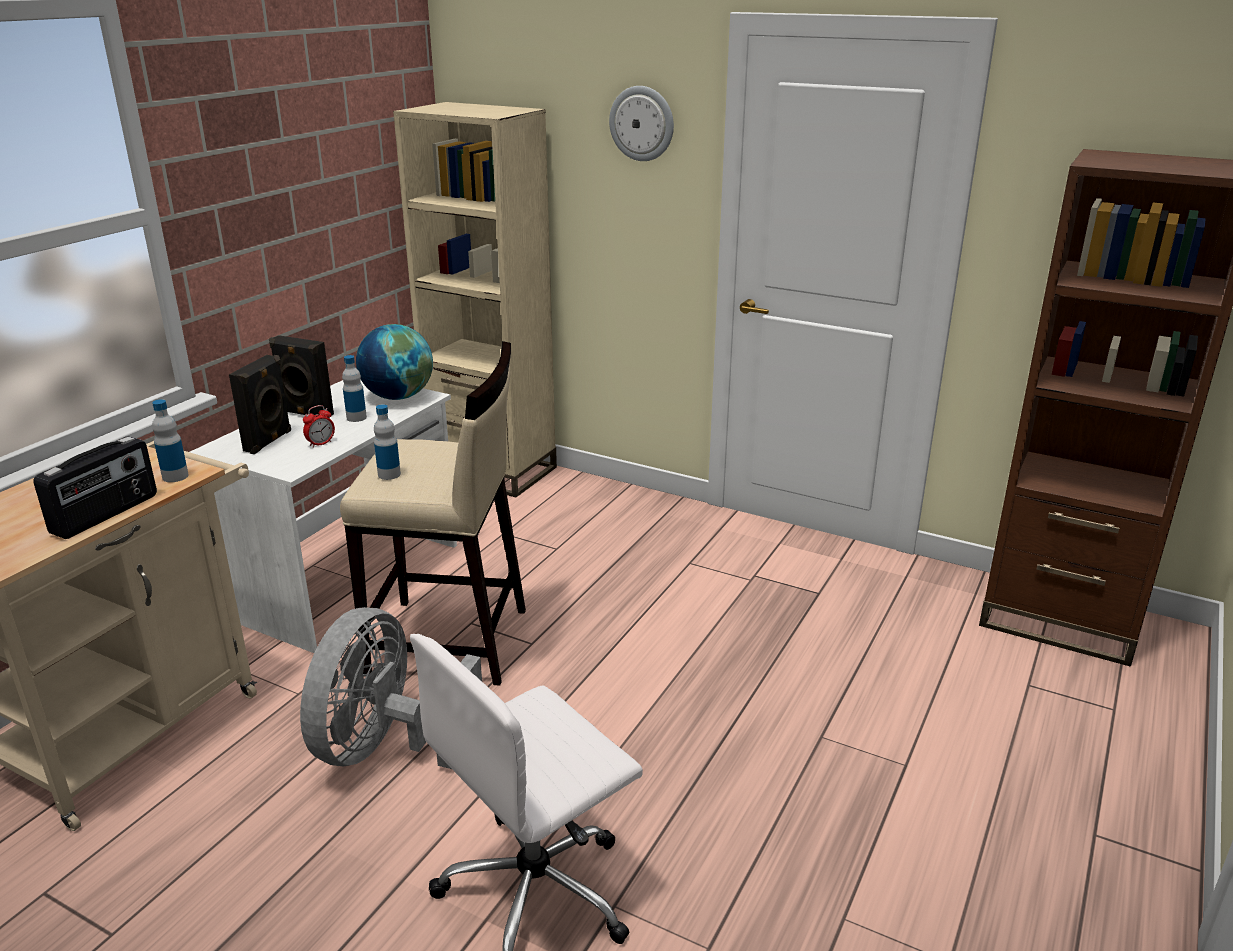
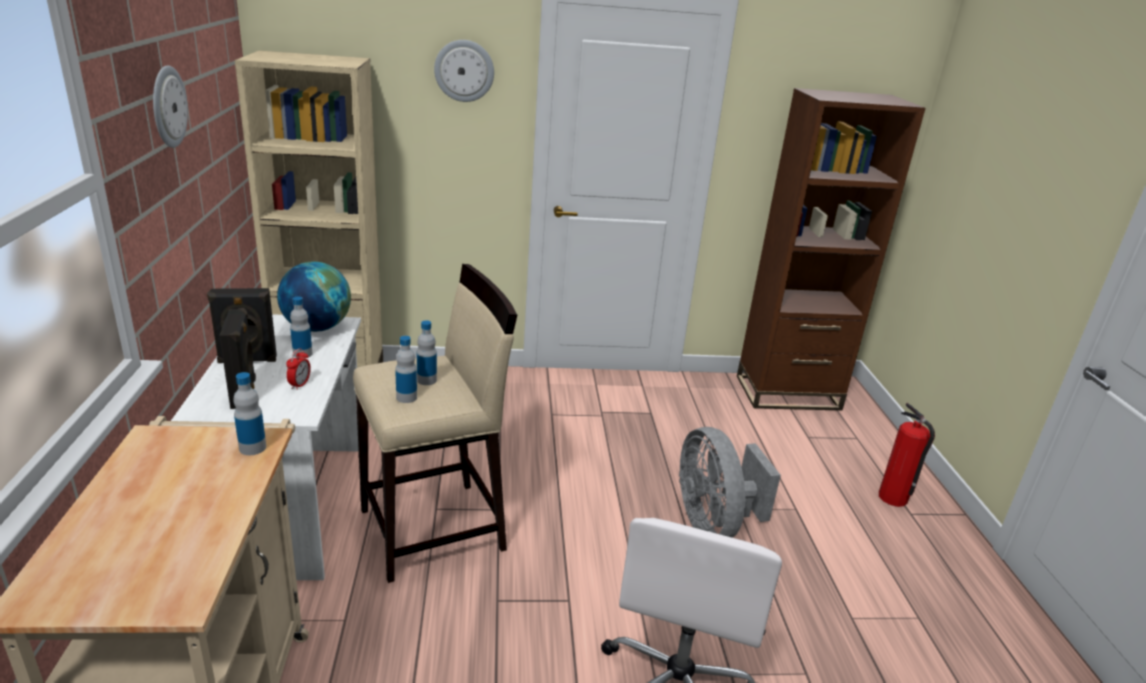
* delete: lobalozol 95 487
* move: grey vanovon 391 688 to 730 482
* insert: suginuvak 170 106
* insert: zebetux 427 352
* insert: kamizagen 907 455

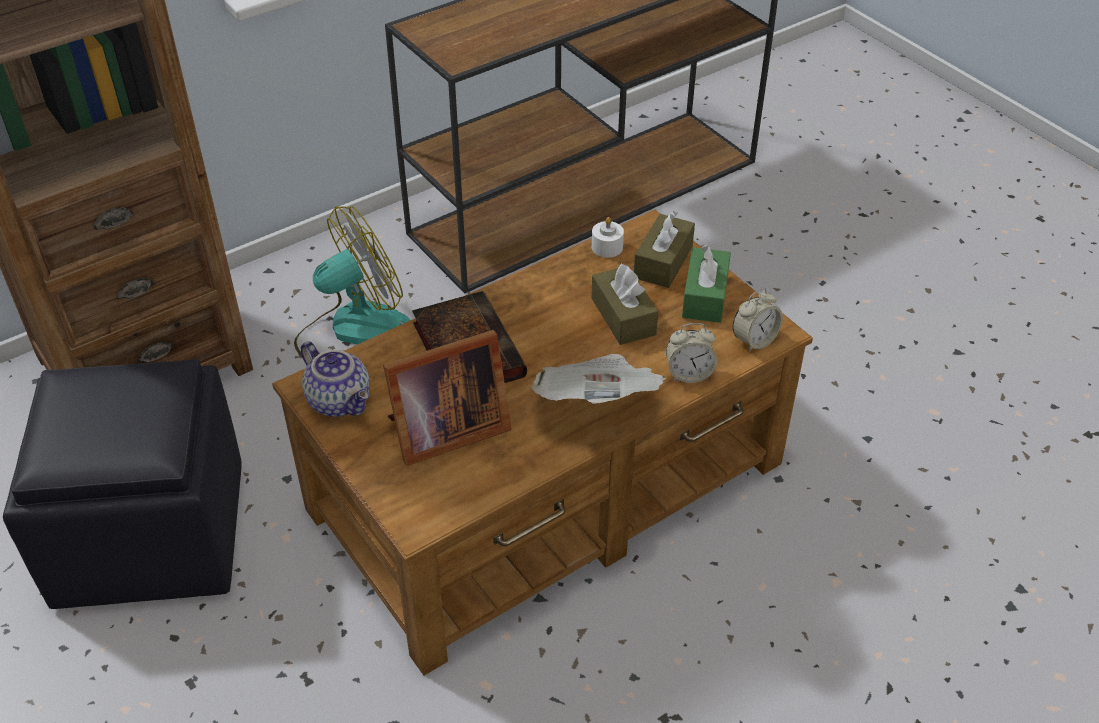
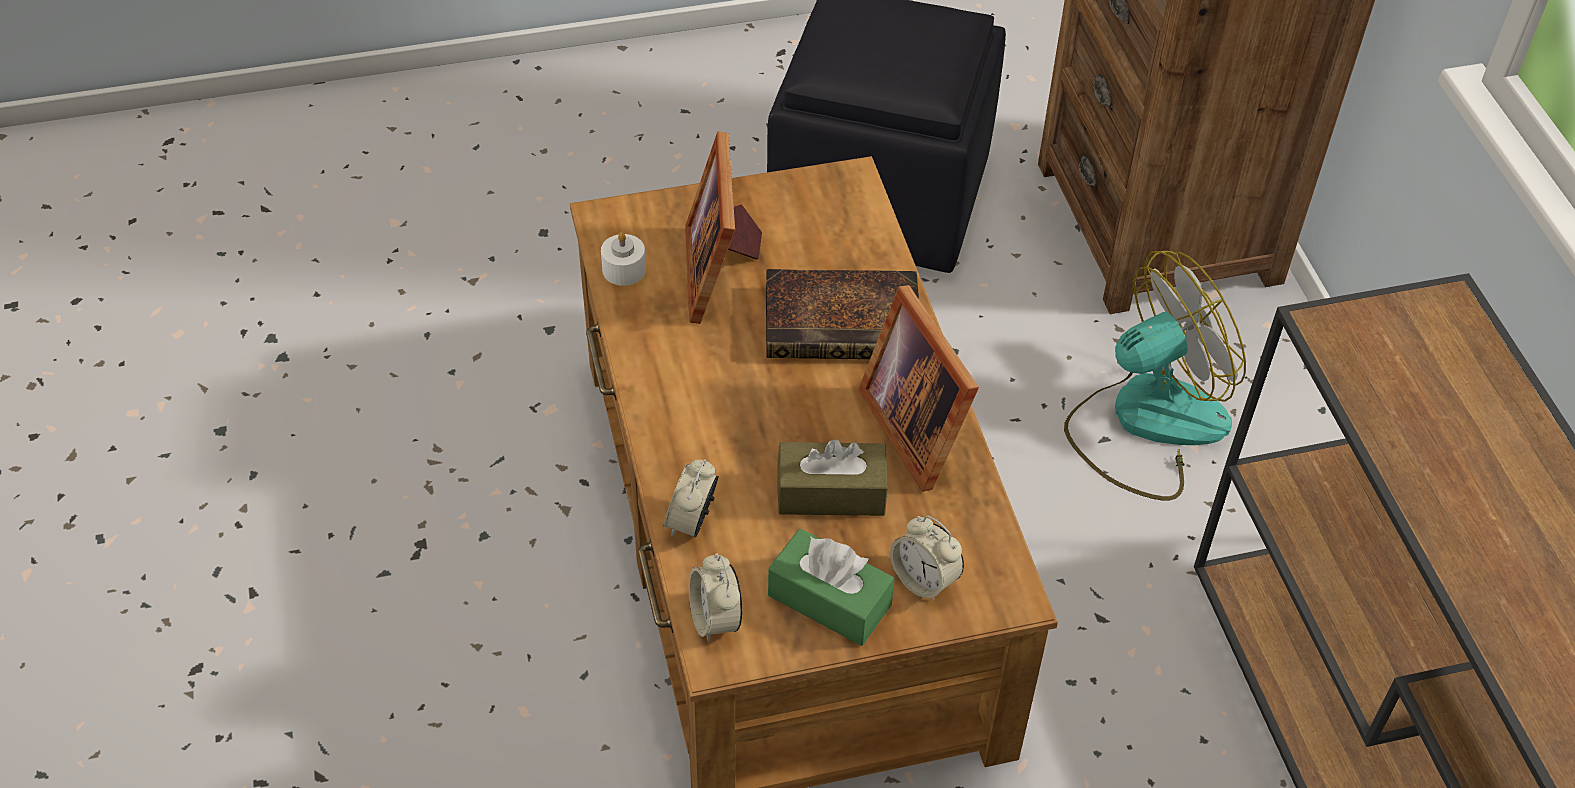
* rotate: vanovon 352 282 = 1155 376 105 degrees counterclockwise
* replace: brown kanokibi 664 249 to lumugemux 927 558
* move: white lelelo 608 237 to 623 259
* delete: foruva 335 379
* delete: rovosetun 599 379
* insert: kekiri 918 388

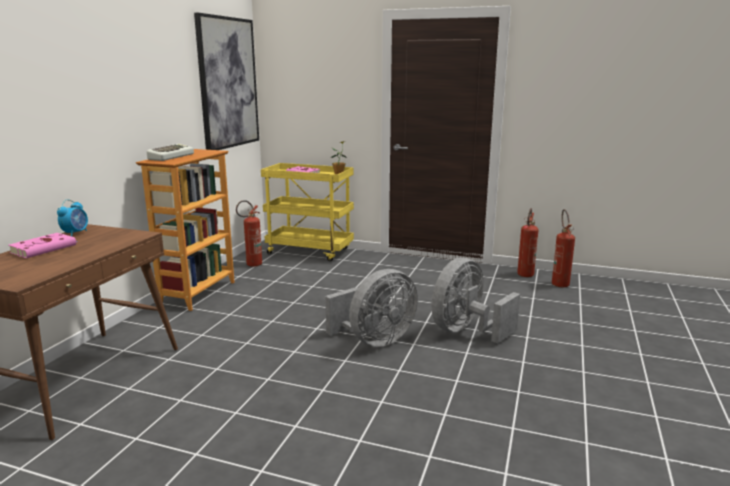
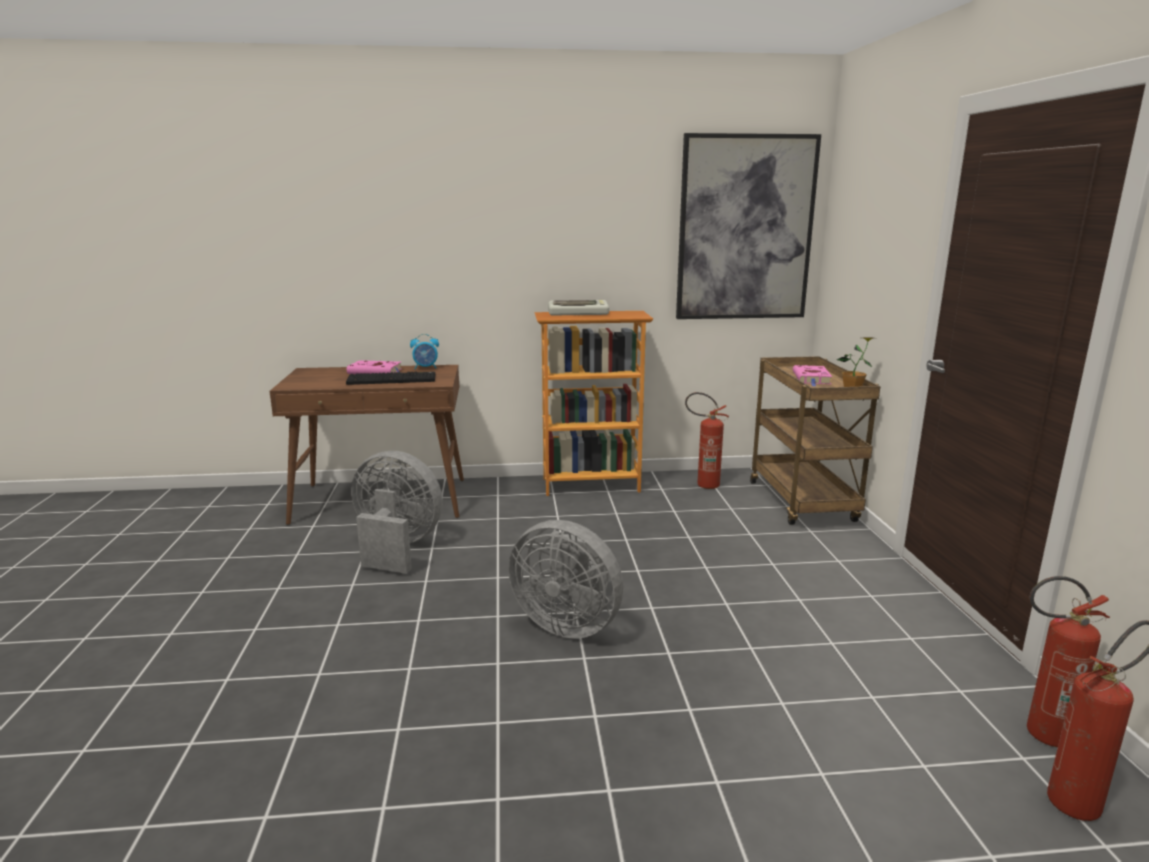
* recolor: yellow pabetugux 307 212 to brown pabetugux 815 440
* move: grey vanovon 475 300 to 397 512
* insert: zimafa 390 378

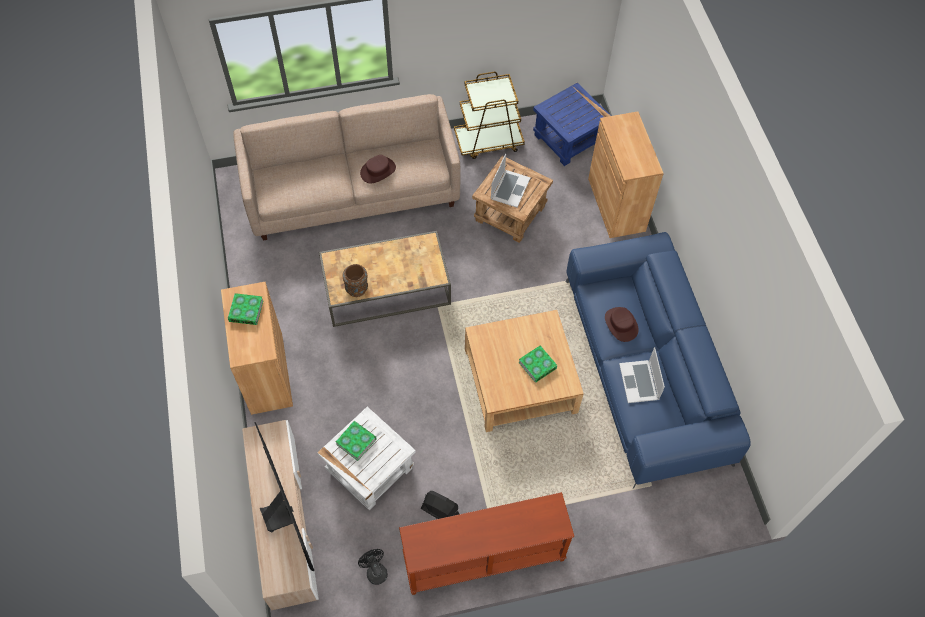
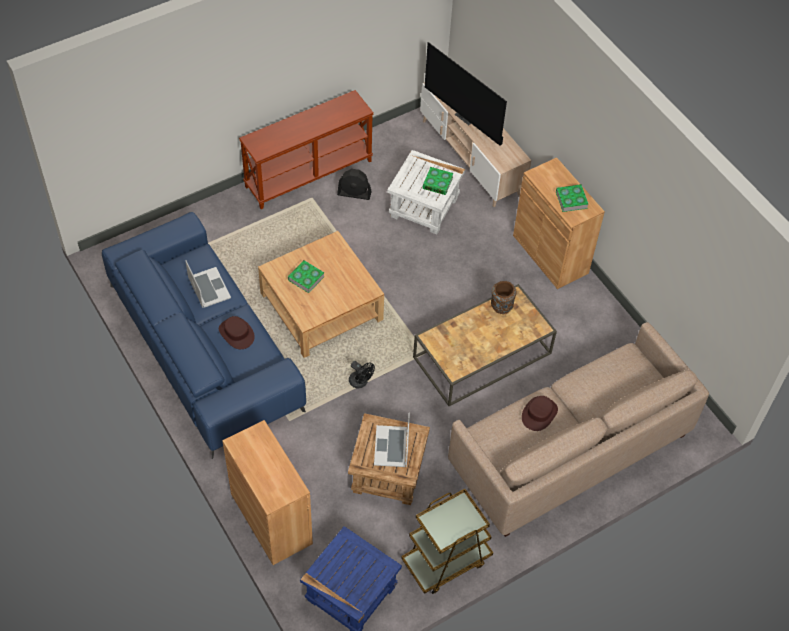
* move: black vanovon 373 567 to 362 375

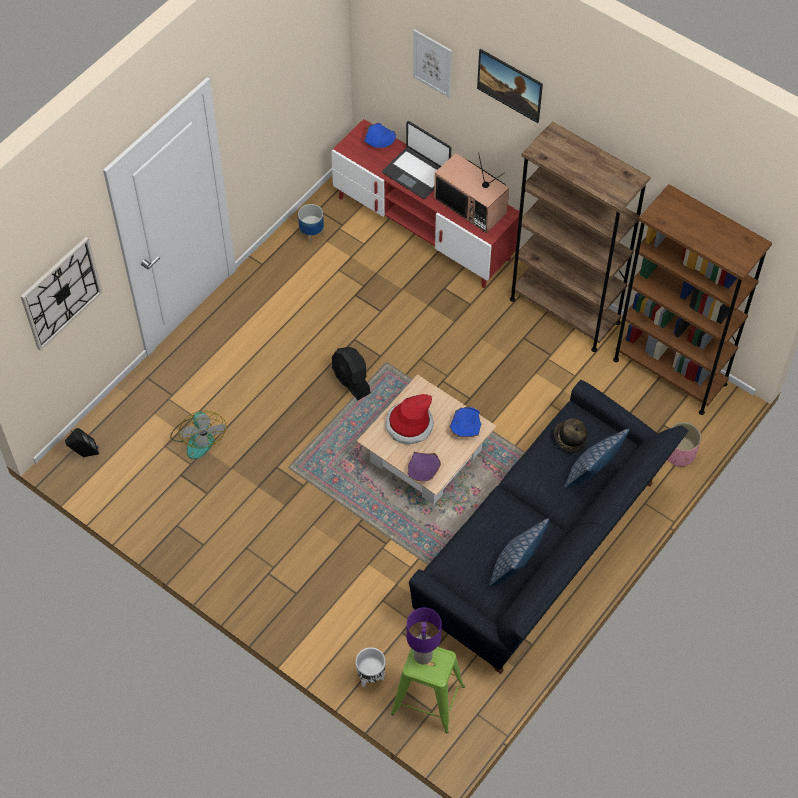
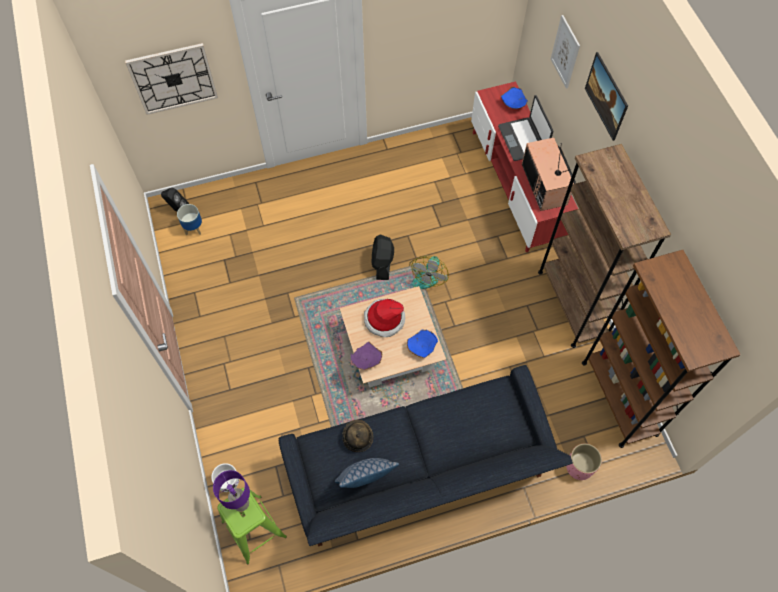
* move: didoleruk 311 224 to 189 219
* move: vanovon 198 435 to 429 272
* move: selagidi 571 435 to 357 435
* delete: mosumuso 597 458

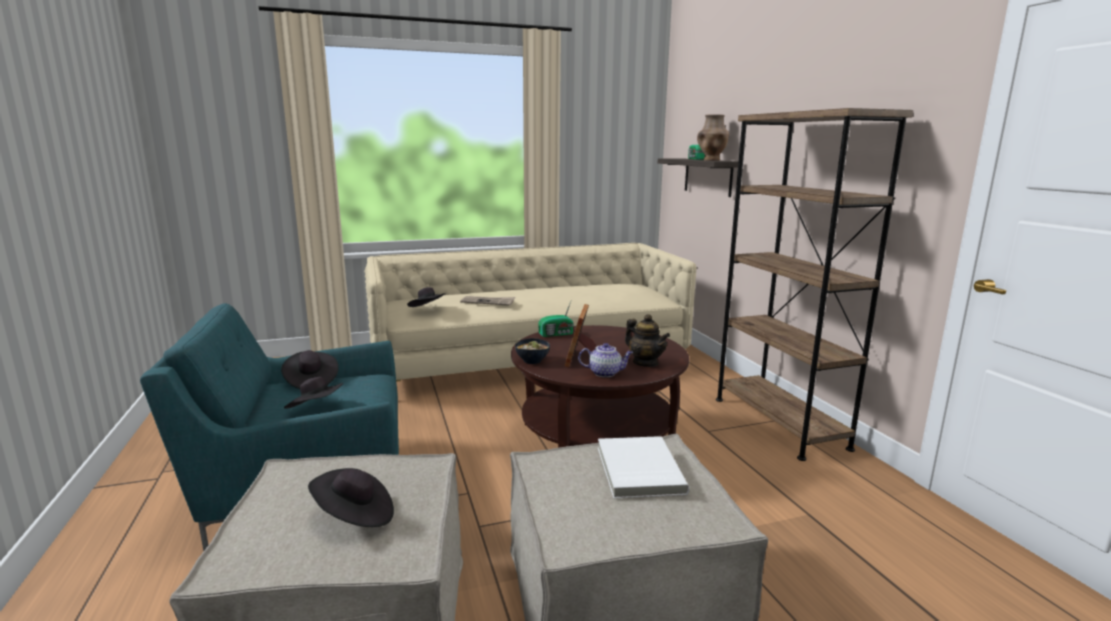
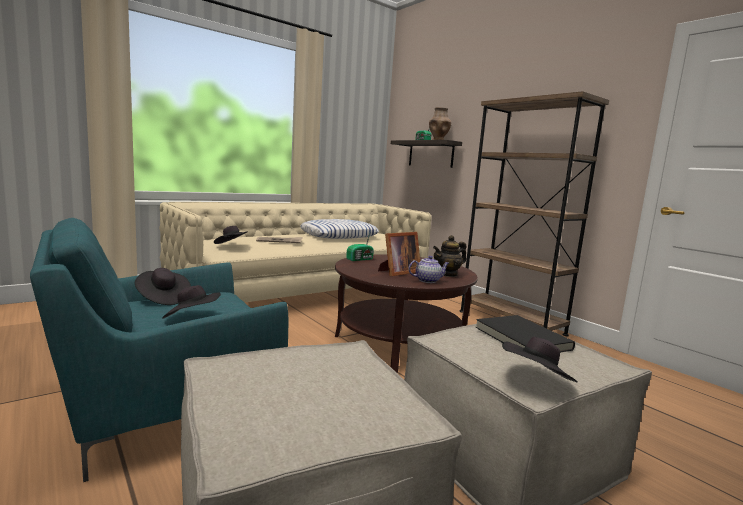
* rotate: kekiri 580 335 = 399 254 120 degrees counterclockwise
* rotate: foruva 647 340 = 449 256 120 degrees clockwise
* delete: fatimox 532 351
* recolor: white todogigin 643 467 to black todogigin 525 333
* move: black selagidi 351 497 to 540 360
* insert: mosumuso 339 229

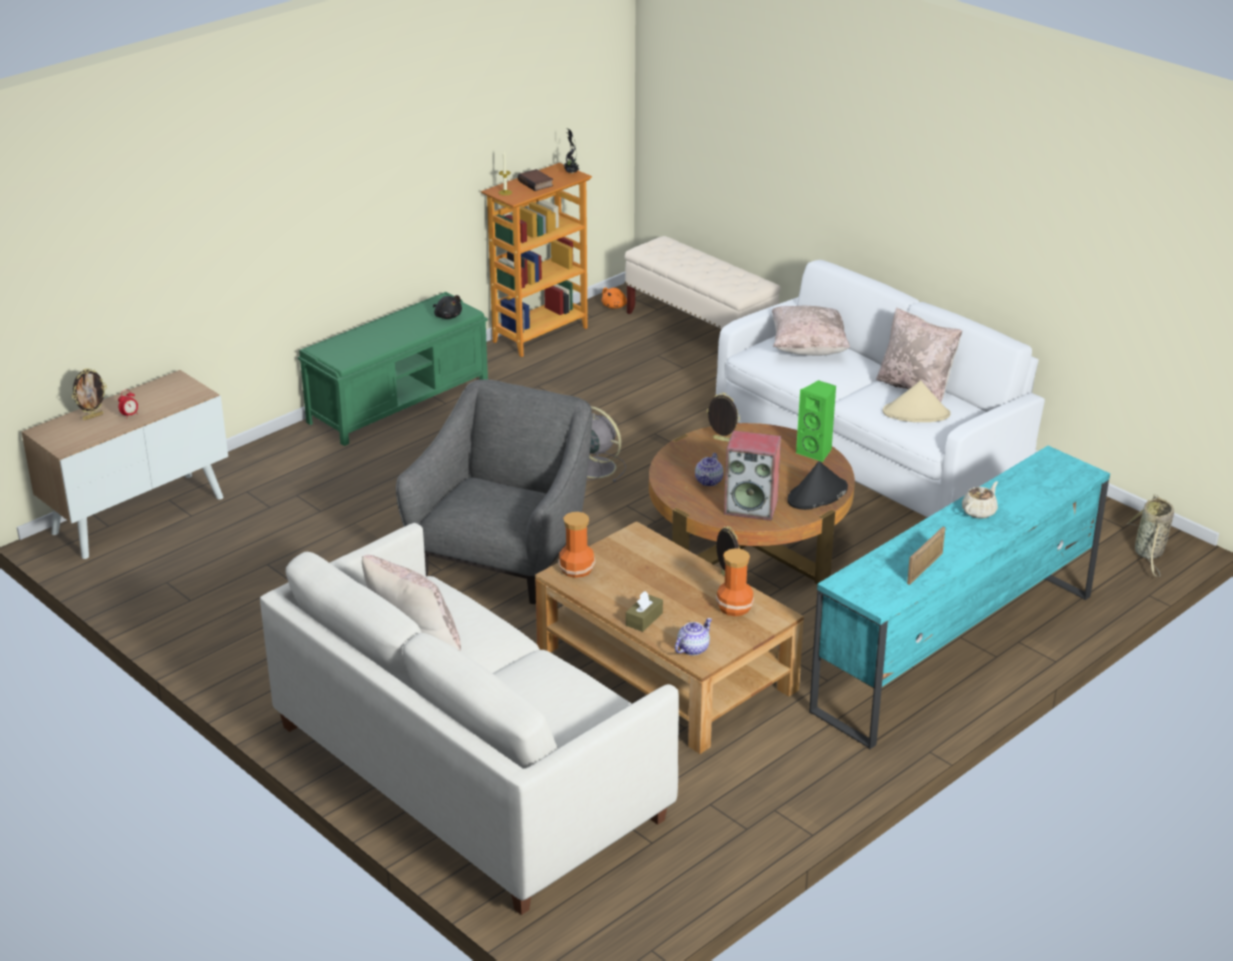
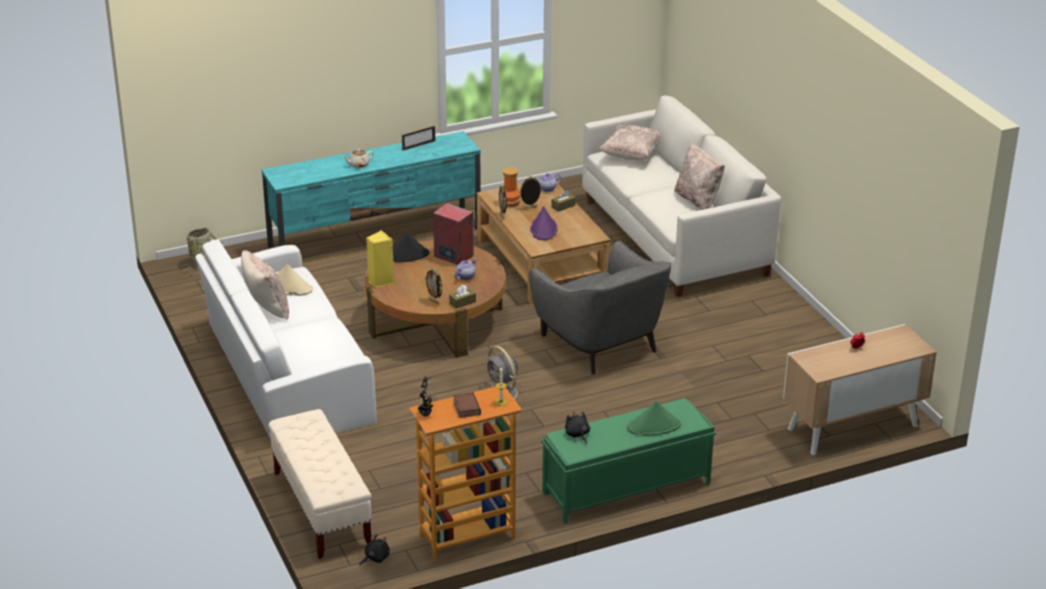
* recolor: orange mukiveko 614 298 to black mukiveko 374 550
* move: beige mosumuso 811 331 to 629 142
* move: kekiri 89 394 to 530 192
* rotate: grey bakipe 494 492 = 600 308 75 degrees counterclockwise
* recolor: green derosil 816 421 to yellow derosil 380 258
* delete: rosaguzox 577 545
* insert: purple selagidi 544 223
* insert: brown kanokibi 462 297
* insert: green selagidi 654 418

